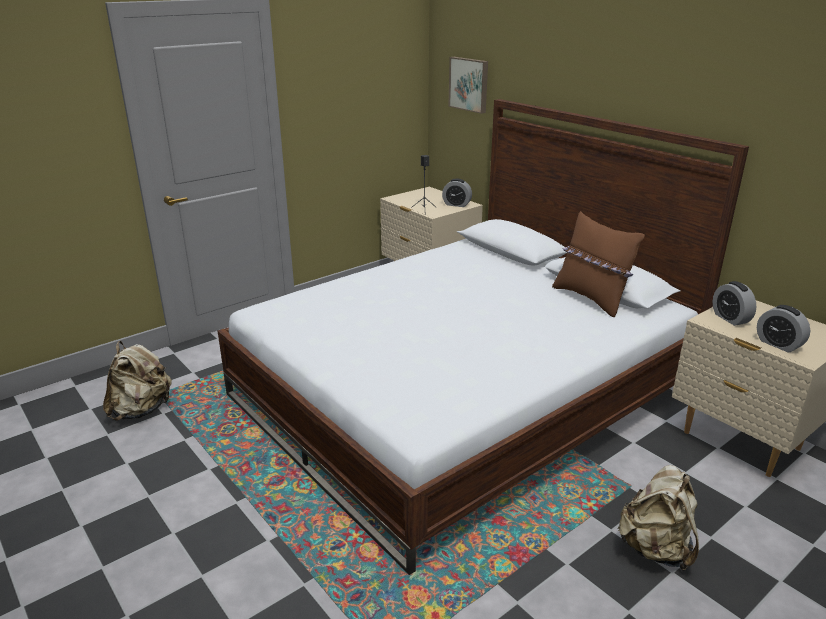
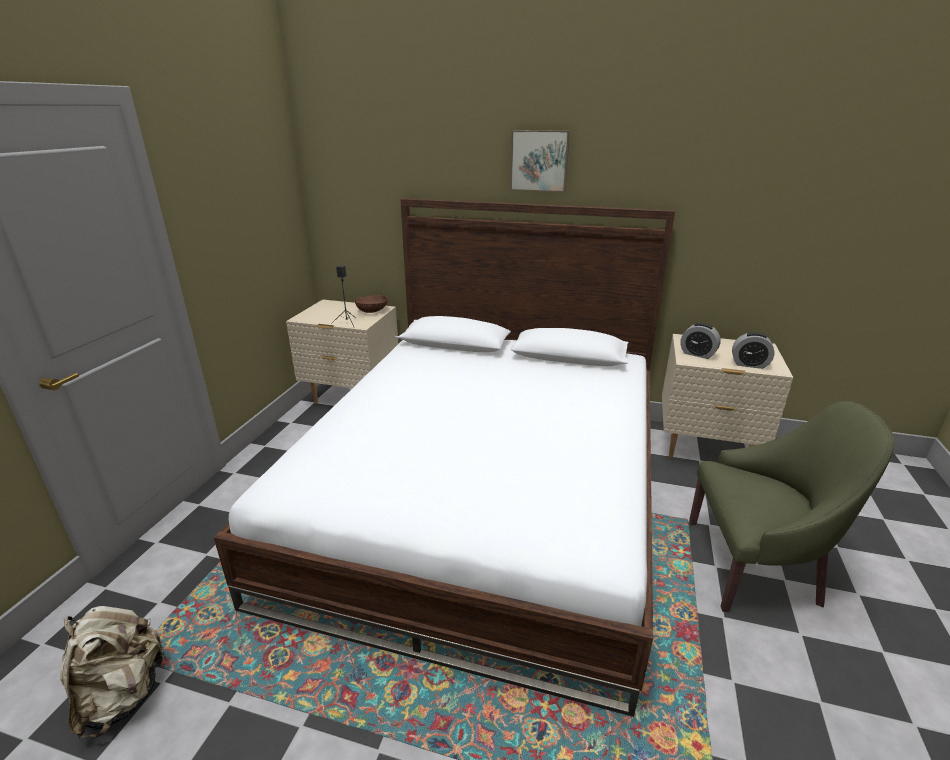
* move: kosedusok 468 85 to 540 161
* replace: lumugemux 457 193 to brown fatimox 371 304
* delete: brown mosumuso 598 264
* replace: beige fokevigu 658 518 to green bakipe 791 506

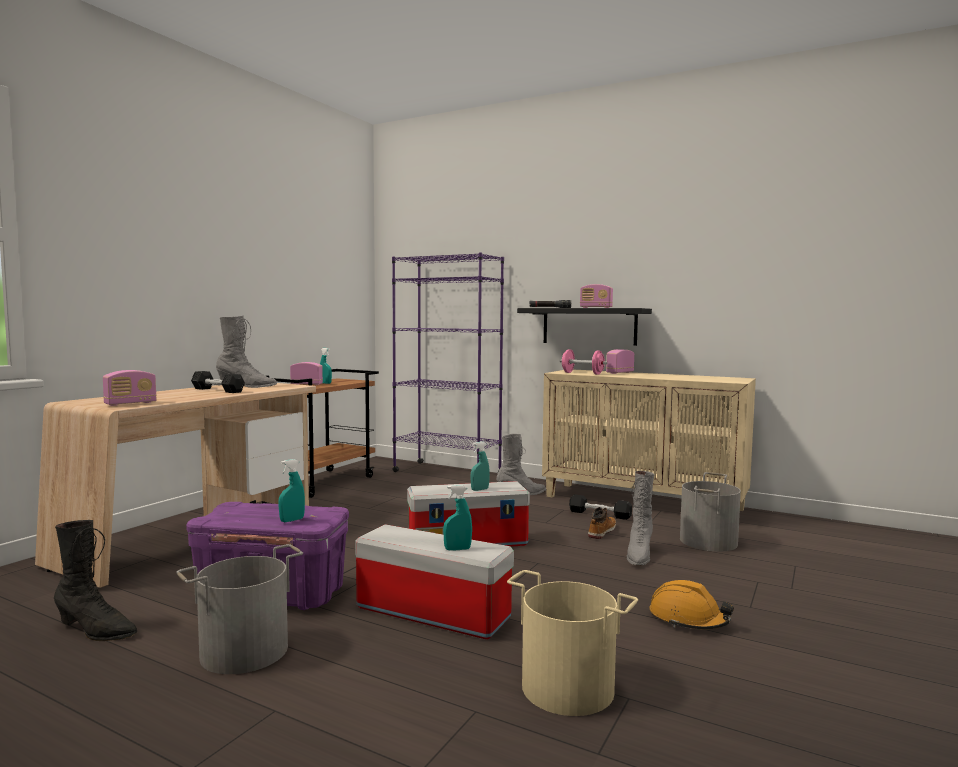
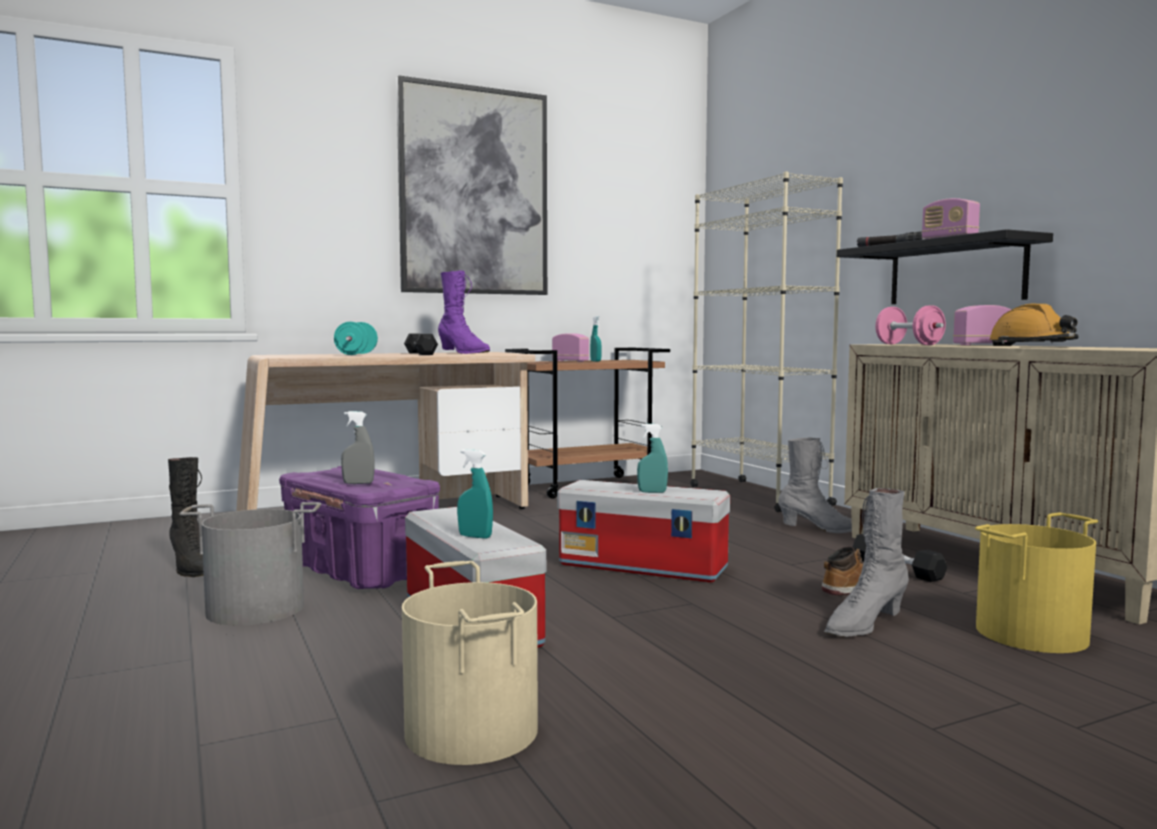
* recolor: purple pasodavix 448 362 to beige pasodavix 766 341
* recolor: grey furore 246 352 to purple furore 464 312
* delete: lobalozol 130 388
* recolor: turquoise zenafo 292 490 to grey zenafo 357 447
* recolor: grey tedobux 710 512 to yellow tedobux 1036 583
* move: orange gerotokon 692 605 to 1034 325
* insert: kosedusok 471 185
* insert: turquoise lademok 356 338

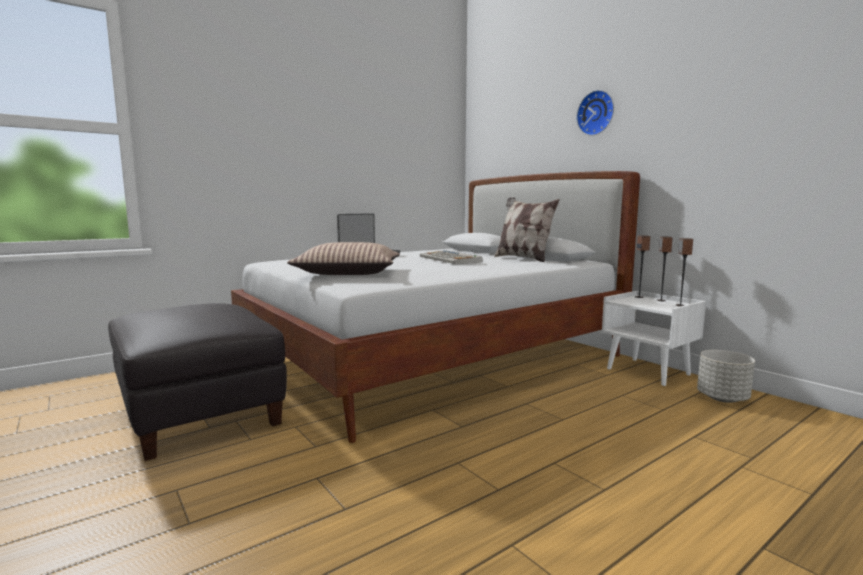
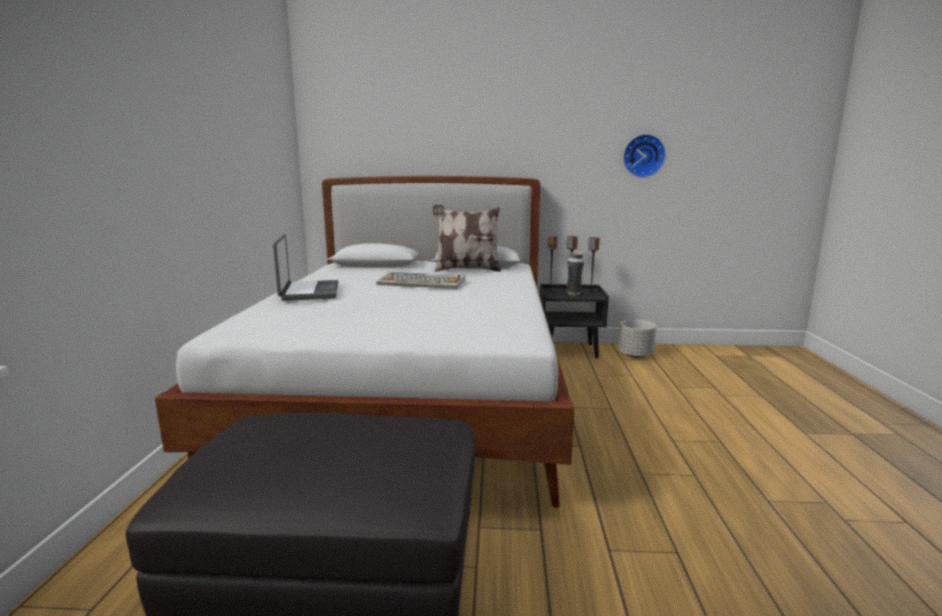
* move: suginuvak 595 113 to 644 156
* delete: mosumuso 343 258
* recolor: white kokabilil 654 338 to black kokabilil 574 321
* insert: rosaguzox 575 273

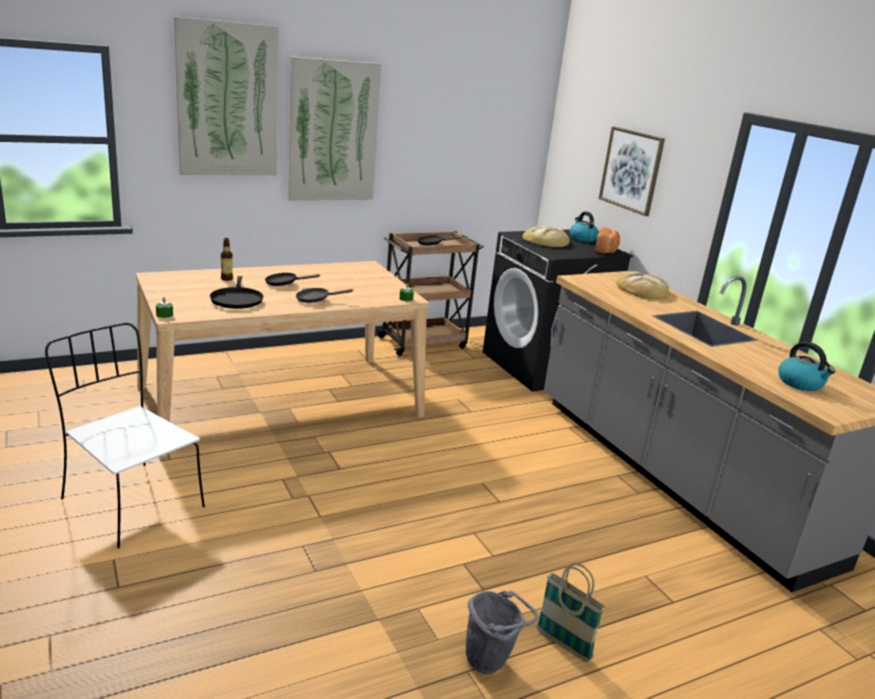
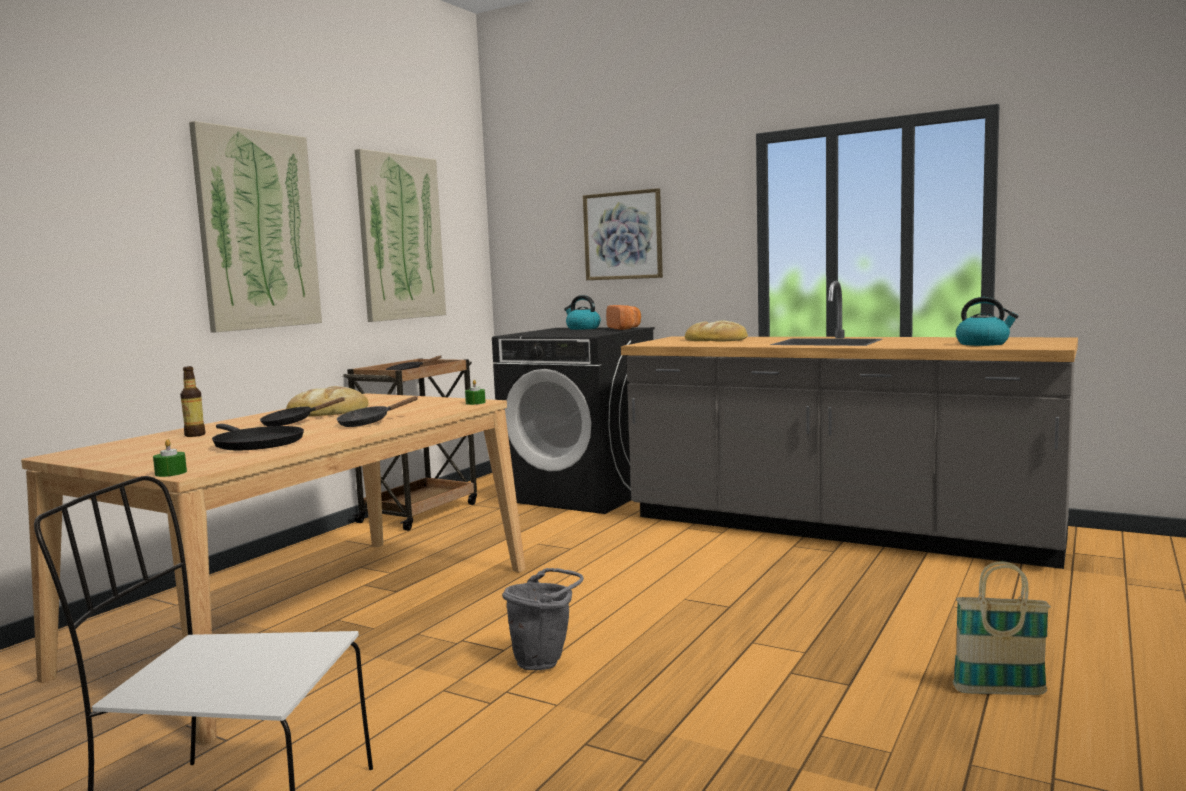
* move: kosedusok 226 95 to 400 235
* move: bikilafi 546 236 to 327 401
* move: grey tedobux 502 632 to 543 619

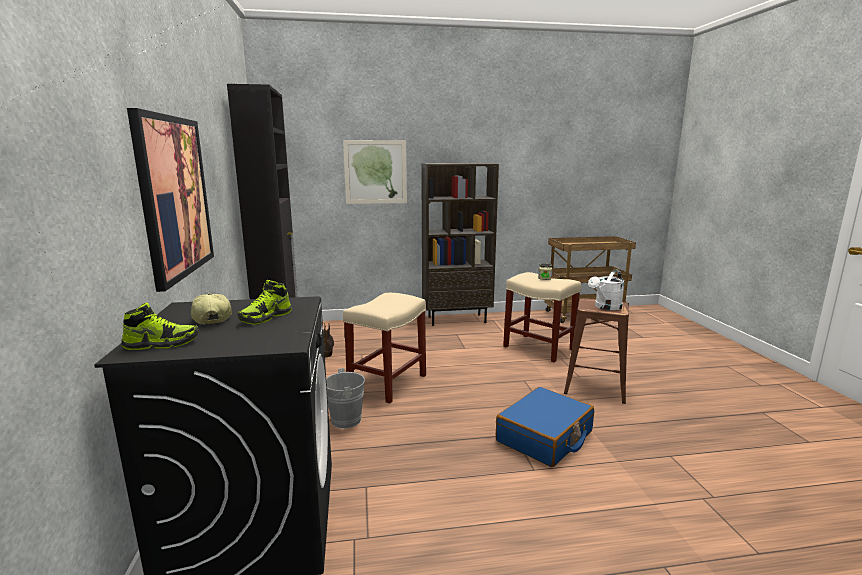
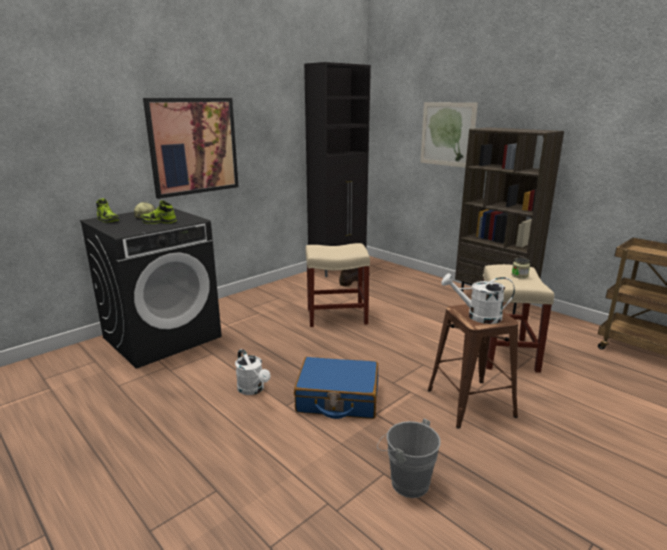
* move: grey tedobux 345 398 to 409 458
* insert: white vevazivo 252 372

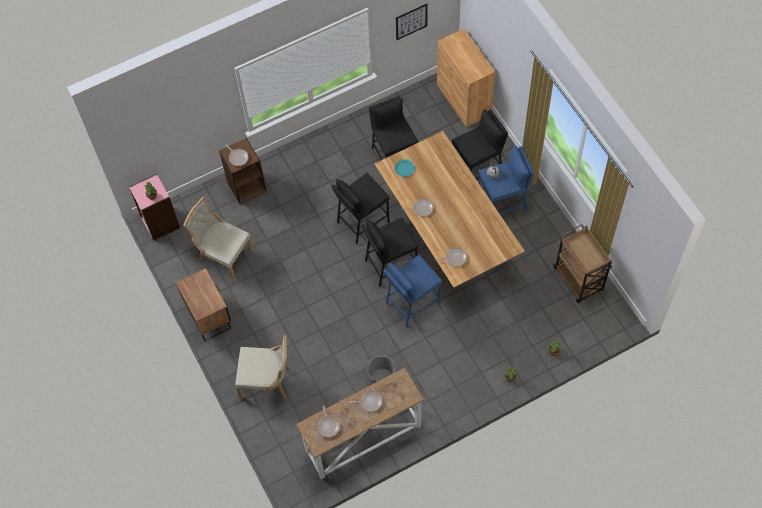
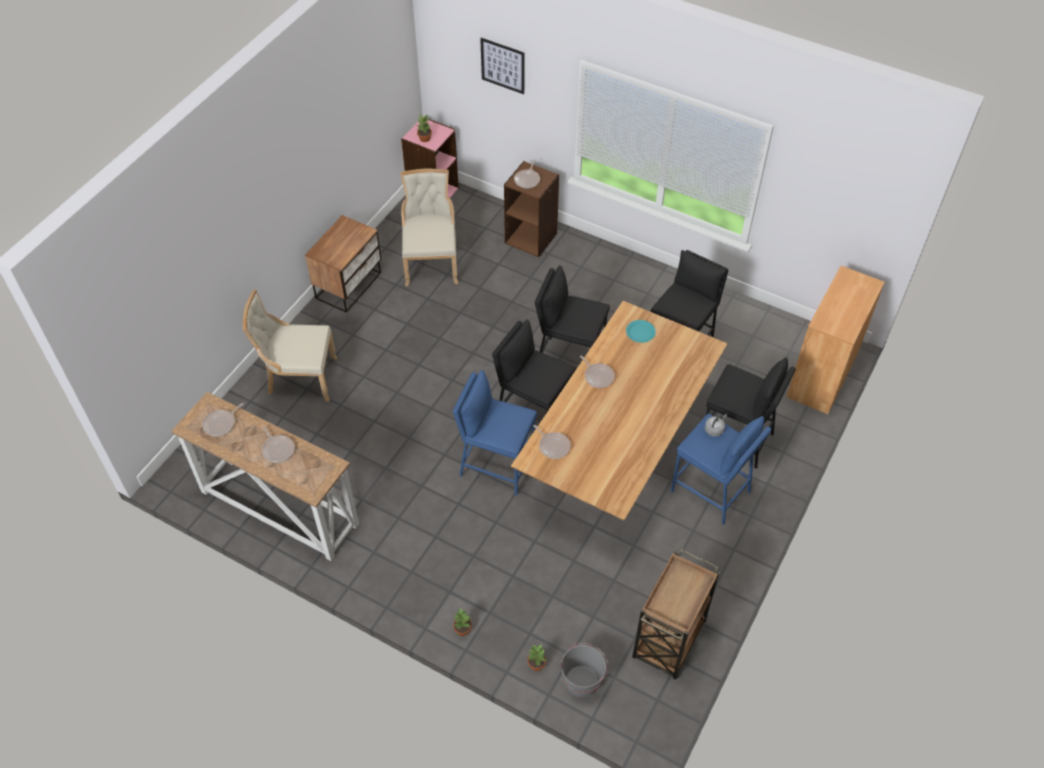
* move: kosedusok 412 22 to 502 66
* rotate: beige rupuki 262 367 = 290 346 120 degrees clockwise
* move: grey tedobux 381 369 to 584 670

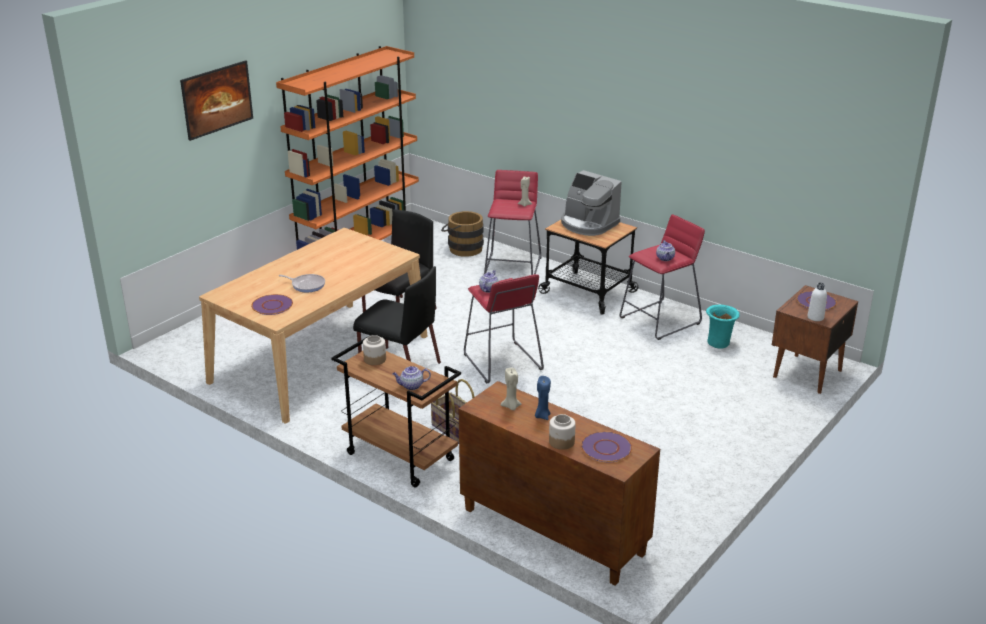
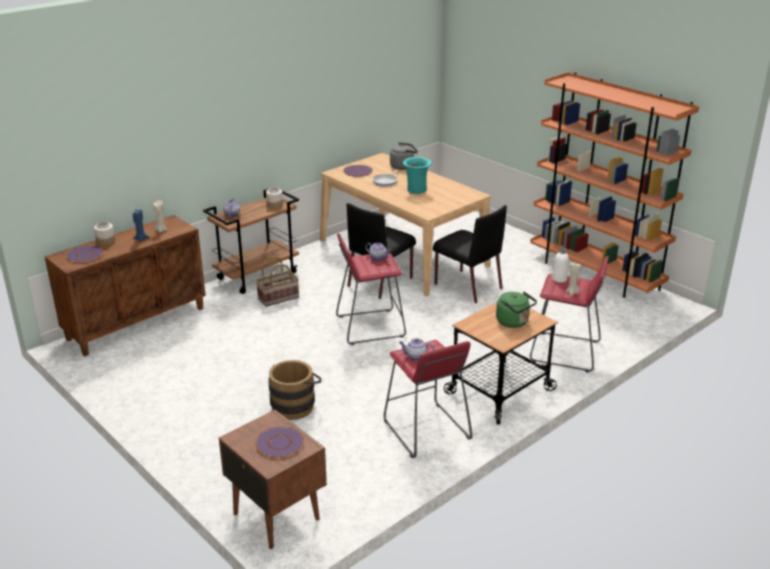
* delete: kosedusok 216 100
* replace: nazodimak 591 203 to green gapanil 516 309
* move: brown tedobux 462 234 to 295 390
* move: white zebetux 817 302 to 560 265
* move: turquoise rosaguzox 723 327 to 417 175
* insert: grey gapanil 404 156

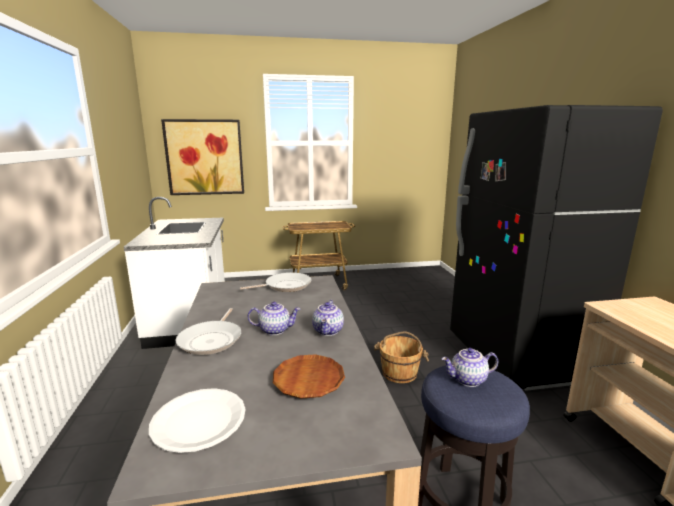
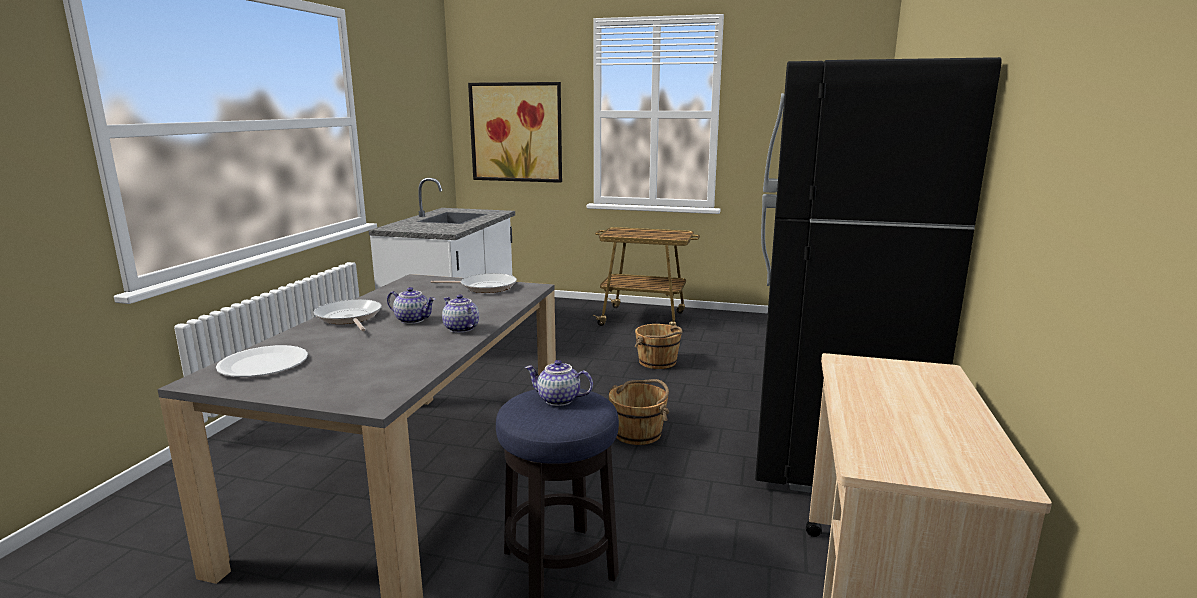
* rotate: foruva 328 318 = 460 313 105 degrees clockwise
* rotate: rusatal 208 331 = 347 315 120 degrees clockwise
* delete: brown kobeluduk 309 376
* insert: brown tedobux 659 346

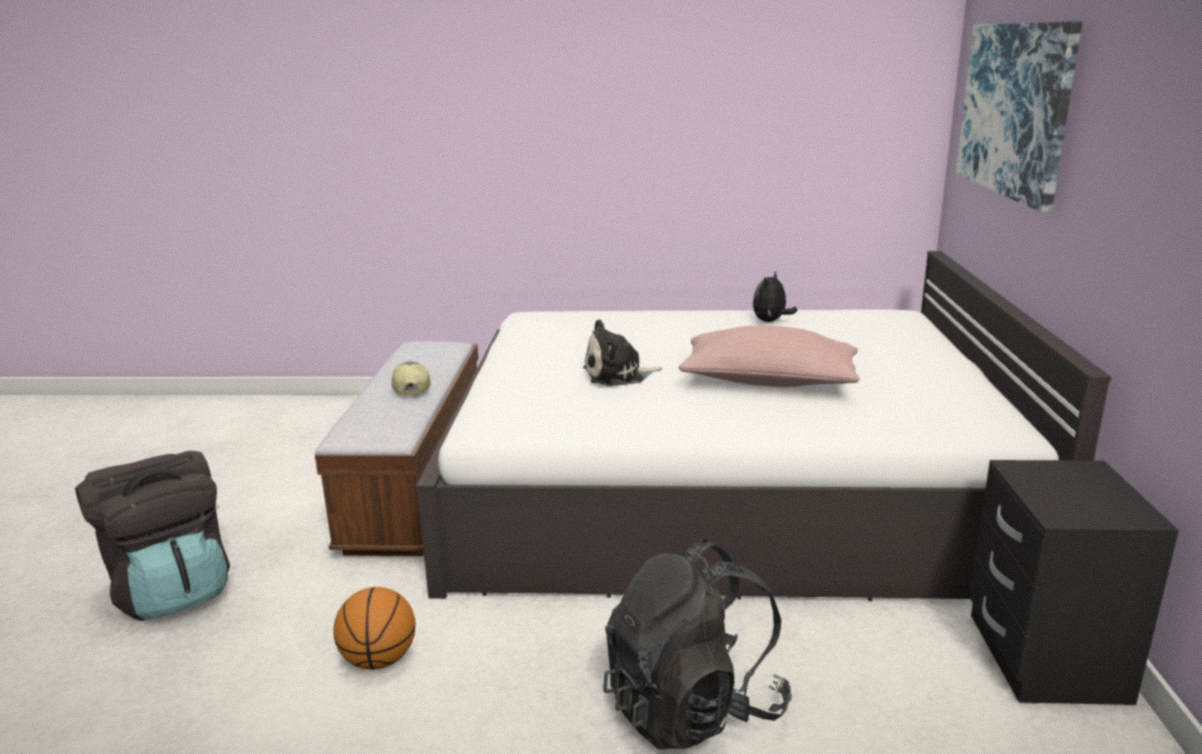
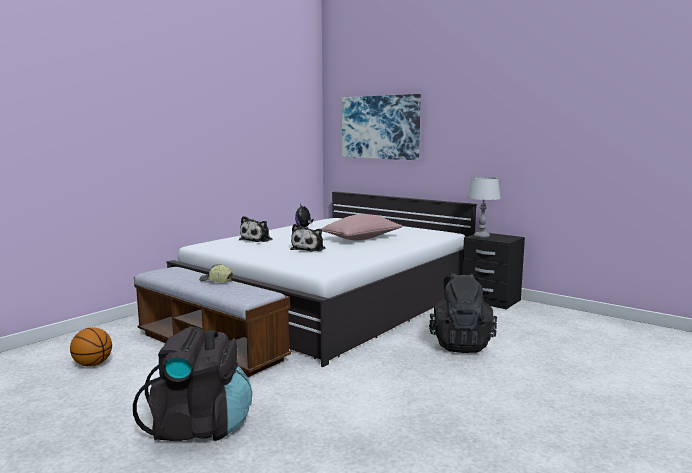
* move: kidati 374 628 to 91 347
* insert: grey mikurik 484 207
* insert: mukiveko 256 229

